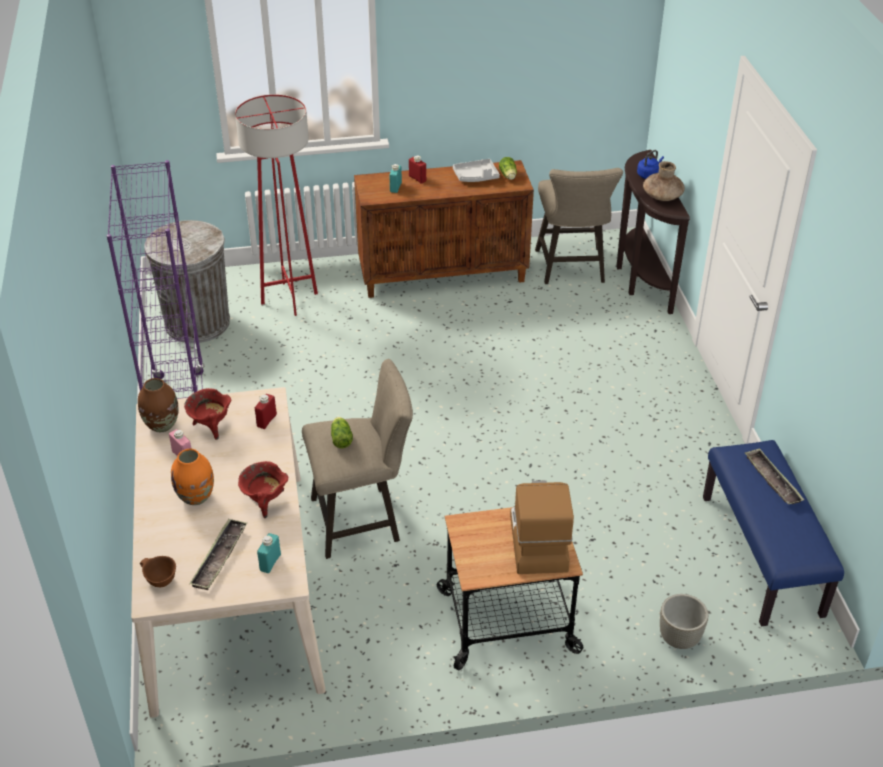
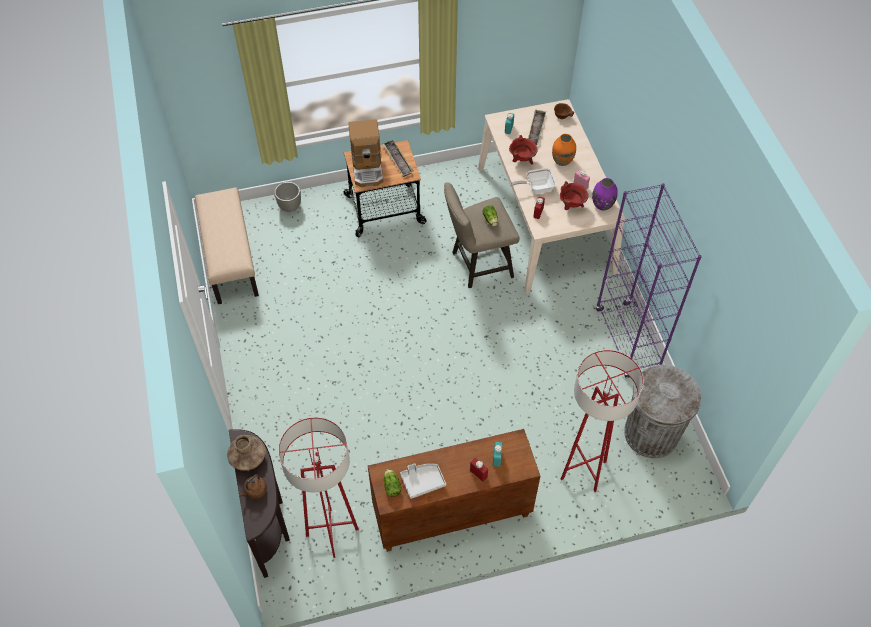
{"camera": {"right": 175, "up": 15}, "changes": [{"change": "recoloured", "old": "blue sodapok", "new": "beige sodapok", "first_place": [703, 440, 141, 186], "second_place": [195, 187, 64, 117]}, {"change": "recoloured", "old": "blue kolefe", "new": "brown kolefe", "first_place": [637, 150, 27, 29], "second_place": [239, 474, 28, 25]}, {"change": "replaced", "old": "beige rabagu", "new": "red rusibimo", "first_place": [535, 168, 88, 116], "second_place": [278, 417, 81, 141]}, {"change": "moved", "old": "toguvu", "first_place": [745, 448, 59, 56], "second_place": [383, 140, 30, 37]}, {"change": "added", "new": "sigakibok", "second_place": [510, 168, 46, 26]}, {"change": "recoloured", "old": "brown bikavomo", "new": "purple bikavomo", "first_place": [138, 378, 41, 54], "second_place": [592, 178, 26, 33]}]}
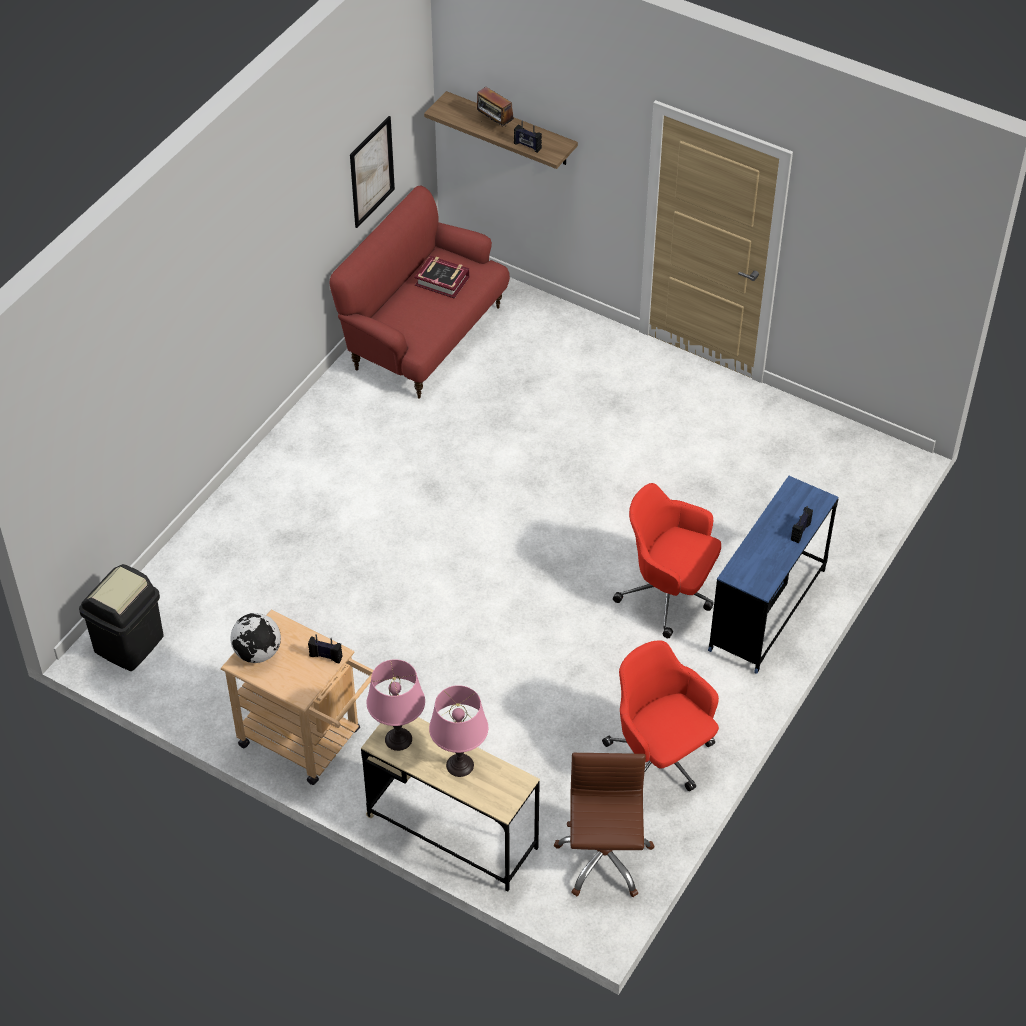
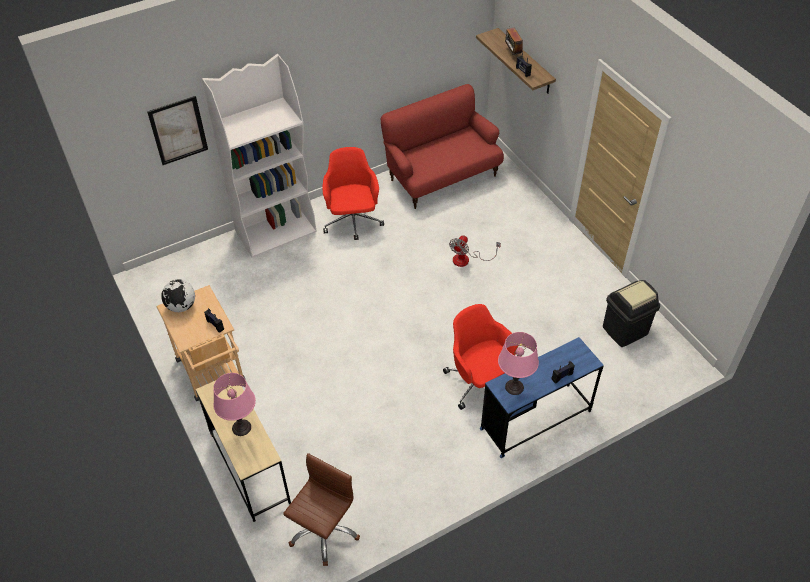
{"camera": {"right": 30, "up": 0}, "changes": [{"change": "moved", "old": "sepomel", "first_place": [350, 116, 45, 112], "second_place": [147, 96, 61, 69]}, {"change": "added", "new": "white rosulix", "second_place": [202, 54, 115, 204]}, {"change": "moved", "old": "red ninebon", "first_place": [602, 640, 117, 151], "second_place": [323, 147, 61, 93]}, {"change": "added", "new": "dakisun", "second_place": [449, 235, 52, 32]}, {"change": "moved", "old": "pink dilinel", "first_place": [367, 659, 58, 92], "second_place": [498, 332, 41, 63]}, {"change": "moved", "old": "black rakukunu", "first_place": [79, 564, 85, 107], "second_place": [603, 280, 57, 67]}, {"change": "removed", "old": "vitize", "first_place": [414, 256, 56, 43]}]}
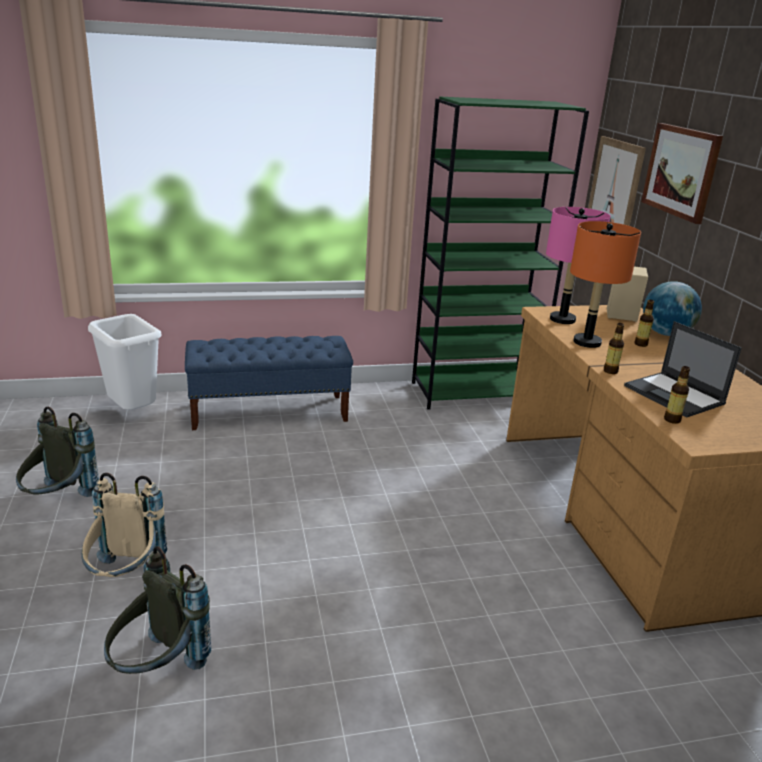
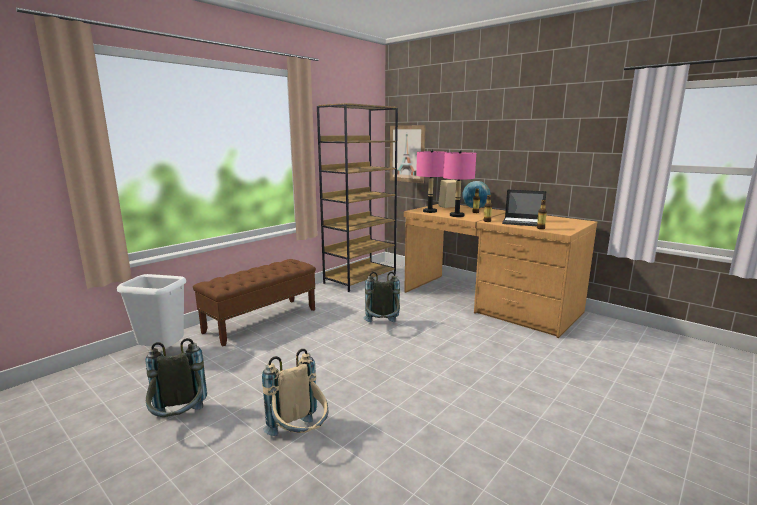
{"camera": {"right": -35, "up": -10}, "changes": [{"change": "recoloured", "old": "blue sodapok", "new": "brown sodapok", "first_place": [185, 336, 168, 94], "second_place": [193, 259, 123, 87]}, {"change": "recoloured", "old": "green rosulix", "new": "brown rosulix", "first_place": [412, 97, 177, 313], "second_place": [317, 103, 81, 189]}, {"change": "moved", "old": "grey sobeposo", "first_place": [104, 546, 107, 128], "second_place": [364, 272, 36, 50]}, {"change": "recoloured", "old": "orange dilinel", "new": "pink dilinel", "first_place": [570, 221, 71, 127], "second_place": [443, 150, 33, 67]}, {"change": "removed", "old": "sepomel", "first_place": [641, 123, 82, 101]}]}
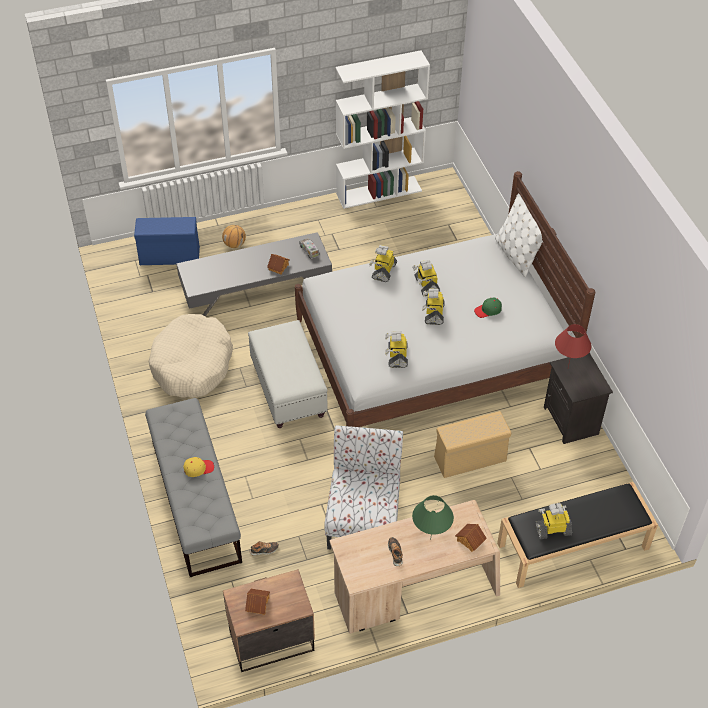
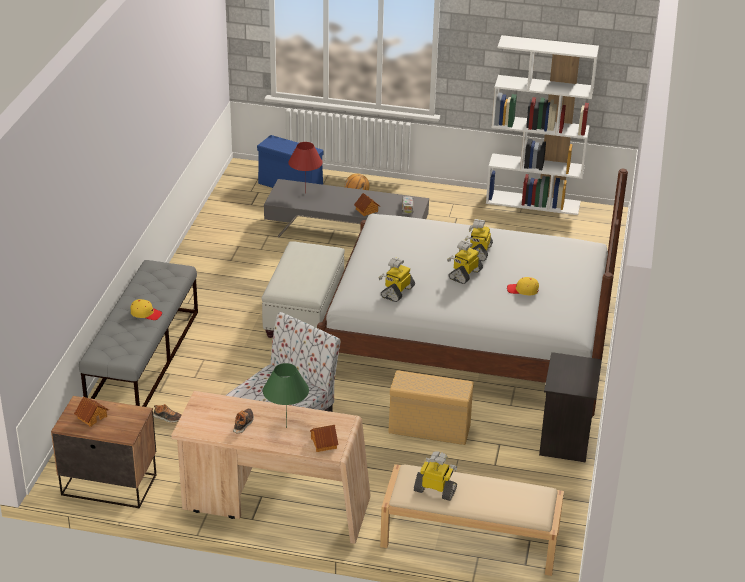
{"camera": {"right": 30, "up": -15}, "changes": [{"change": "moved", "old": "red dilinel", "first_place": [555, 324, 36, 43], "second_place": [288, 142, 35, 49]}, {"change": "recoloured", "old": "black sodapok", "new": "beige sodapok", "first_place": [497, 482, 161, 106], "second_place": [380, 464, 184, 112]}, {"change": "recoloured", "old": "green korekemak", "new": "yellow korekemak", "first_place": [474, 298, 28, 20], "second_place": [507, 277, 32, 18]}, {"change": "removed", "old": "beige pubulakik", "first_place": [149, 314, 84, 84]}, {"change": "removed", "old": "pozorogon", "first_place": [369, 245, 28, 37]}, {"change": "removed", "old": "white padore", "first_place": [495, 193, 48, 84]}]}
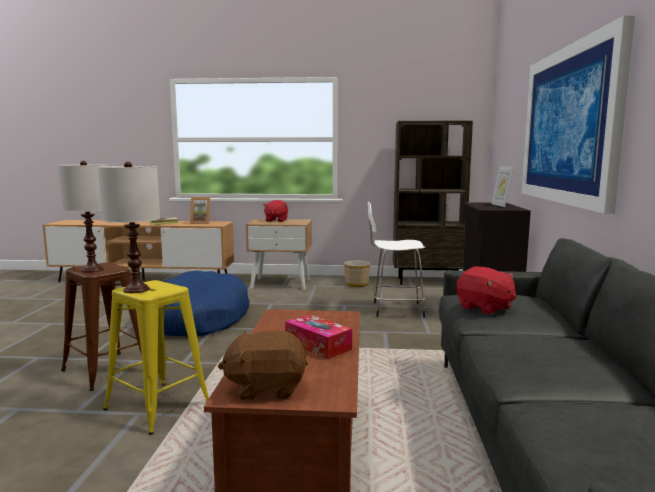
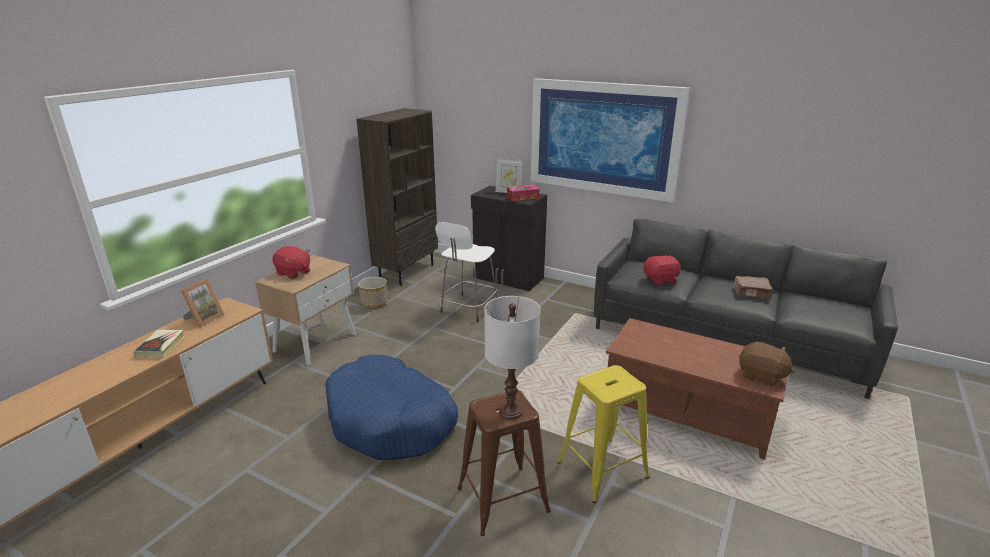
{"camera": {"right": -65, "up": 15}, "changes": [{"change": "moved", "old": "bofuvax", "first_place": [285, 314, 67, 45], "second_place": [507, 185, 32, 16]}, {"change": "added", "new": "brown vitize", "second_place": [734, 276, 39, 23]}, {"change": "turned", "old": "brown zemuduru", "first_place": [218, 331, 90, 70], "second_place": [739, 341, 56, 46], "degrees": -75}, {"change": "removed", "old": "white dilinel", "first_place": [98, 162, 62, 131]}]}
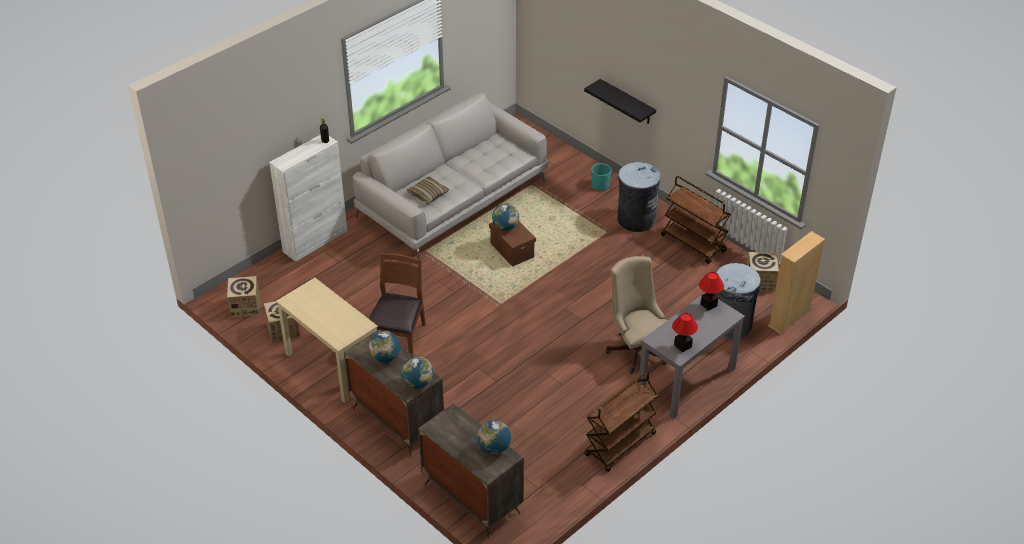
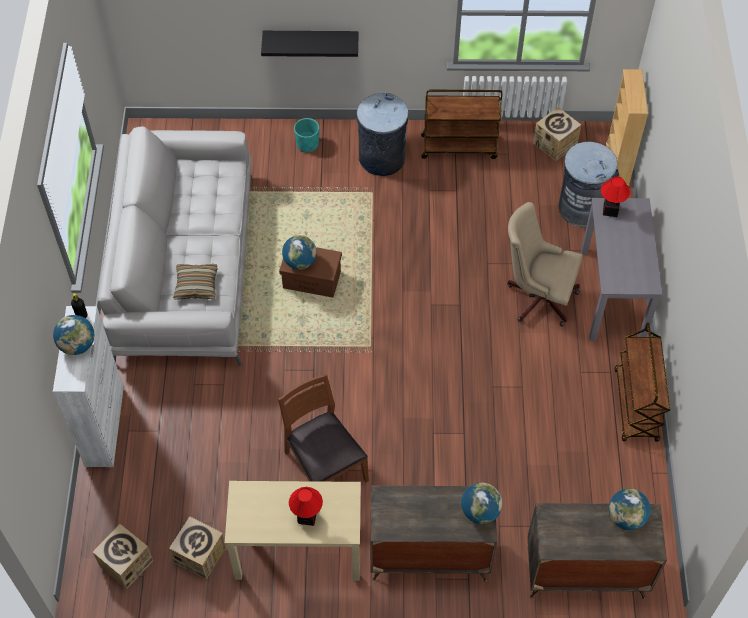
{"camera": {"right": -45, "up": 15}, "changes": [{"change": "moved", "old": "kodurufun", "first_place": [369, 331, 32, 31], "second_place": [53, 315, 41, 40]}, {"change": "moved", "old": "dilinel", "first_place": [672, 313, 26, 39], "second_place": [289, 487, 34, 39]}]}
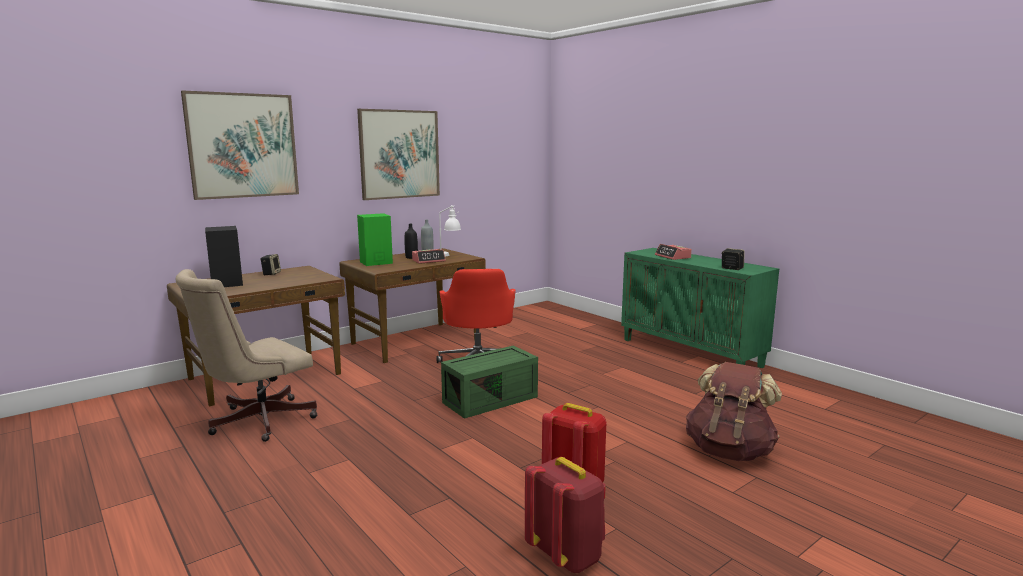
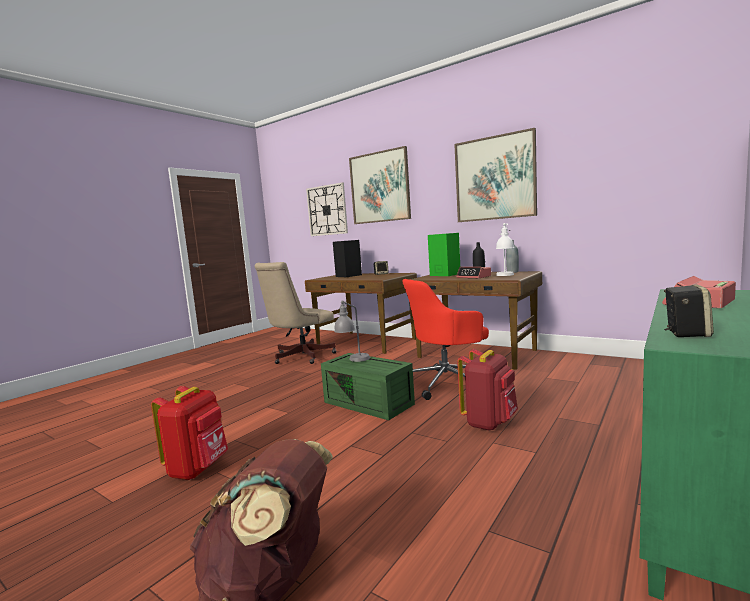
{"camera": {"right": 75, "up": -5}, "changes": [{"change": "turned", "old": "beige ninebon", "first_place": [175, 269, 142, 173], "second_place": [255, 262, 82, 102], "degrees": -75}, {"change": "added", "new": "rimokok", "second_place": [306, 182, 42, 54]}, {"change": "added", "new": "grey dilinel", "second_place": [334, 300, 36, 62]}, {"change": "moved", "old": "red sobeposo", "first_place": [525, 457, 80, 116], "second_place": [457, 349, 61, 82]}]}
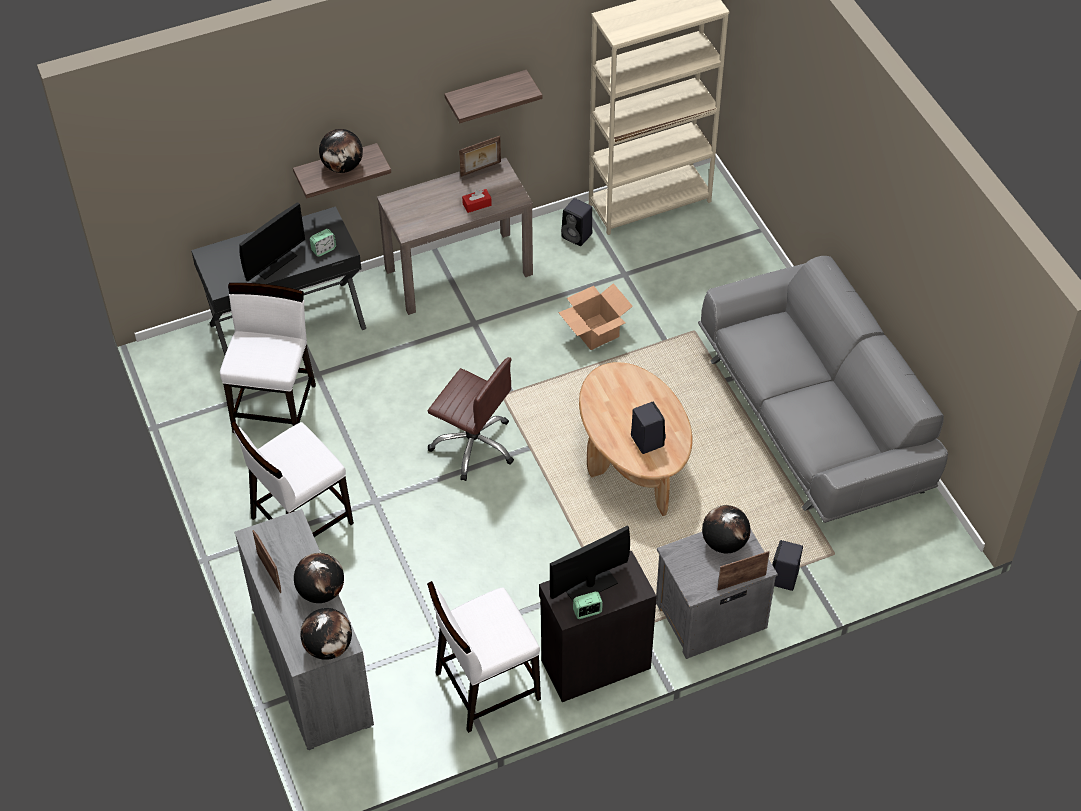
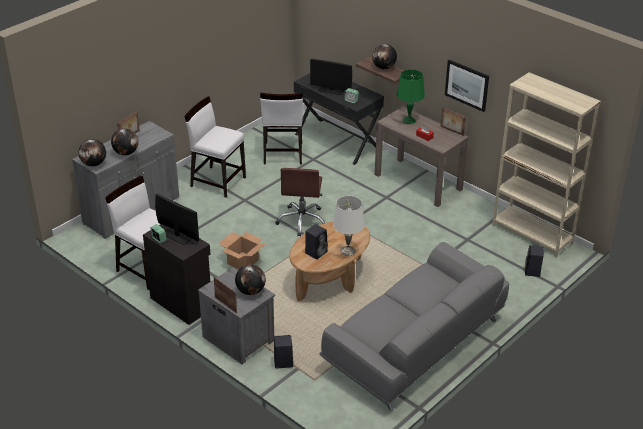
{"camera": {"right": 65, "up": -15}, "changes": [{"change": "moved", "old": "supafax", "first_place": [558, 283, 75, 67], "second_place": [218, 232, 47, 37]}, {"change": "turned", "old": "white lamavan", "first_place": [220, 283, 96, 150], "second_place": [260, 93, 43, 72], "degrees": 105}, {"change": "added", "new": "white dilinel", "second_place": [333, 196, 32, 60]}, {"change": "added", "new": "green dilinel", "second_place": [397, 70, 28, 54]}, {"change": "replaced", "old": "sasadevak", "new": "sepomel", "first_place": [444, 70, 98, 53], "second_place": [445, 60, 44, 52]}, {"change": "moved", "old": "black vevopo", "first_place": [561, 198, 31, 48], "second_place": [525, 245, 19, 32]}]}
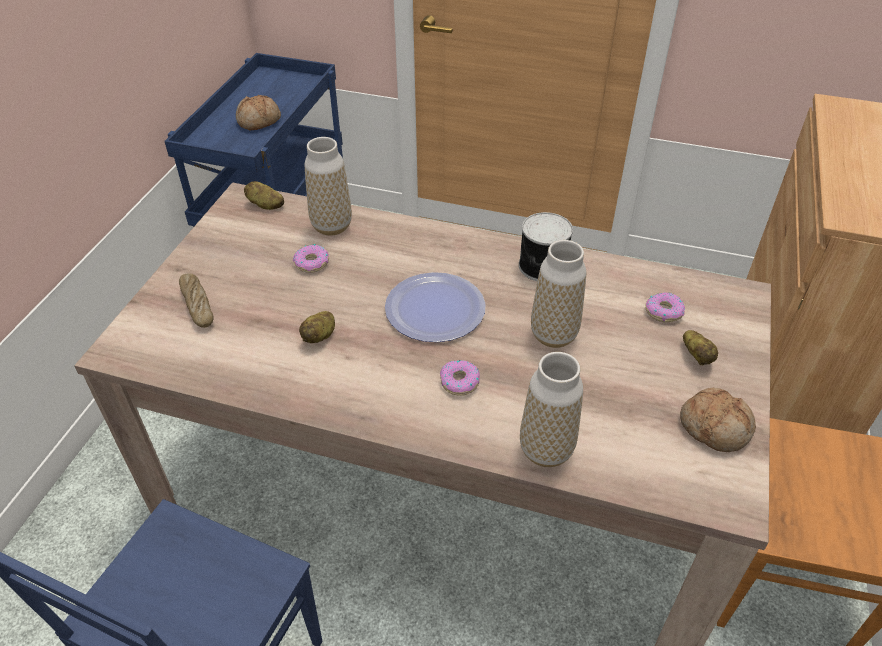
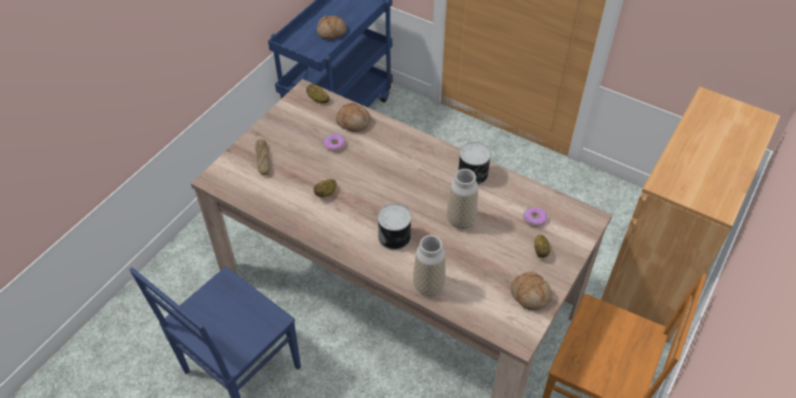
{"camera": {"right": 15, "up": 5}, "changes": [{"change": "replaced", "old": "bikavomo", "new": "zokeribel", "first_place": [304, 137, 48, 99], "second_place": [336, 103, 35, 29]}, {"change": "replaced", "old": "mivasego", "new": "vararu", "first_place": [440, 360, 40, 36], "second_place": [378, 204, 33, 46]}, {"change": "removed", "old": "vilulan", "first_place": [385, 272, 101, 70]}]}
